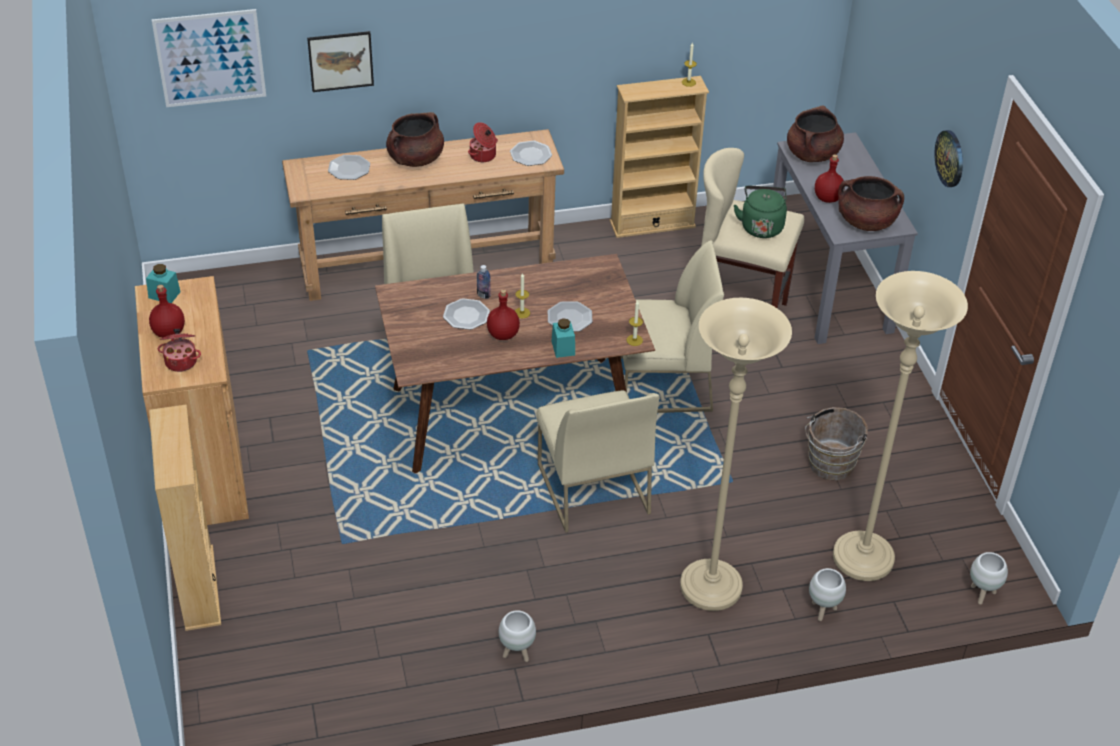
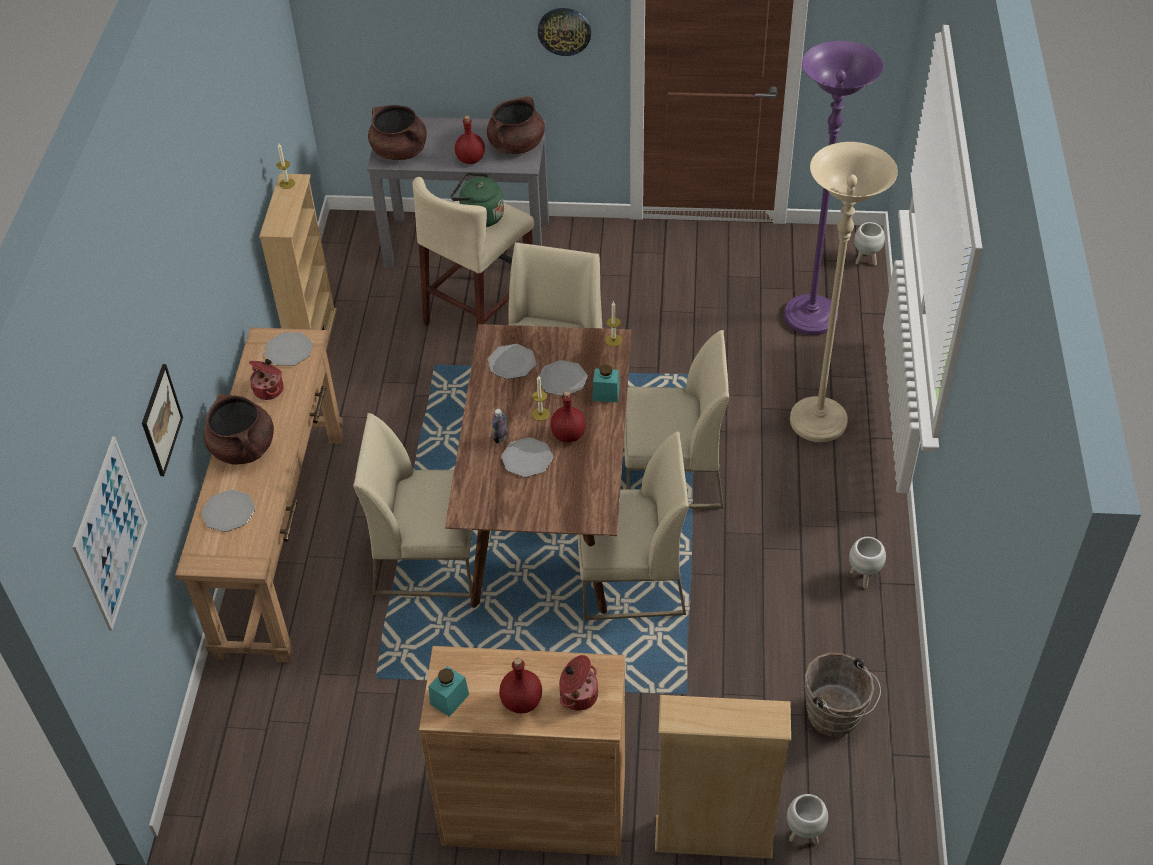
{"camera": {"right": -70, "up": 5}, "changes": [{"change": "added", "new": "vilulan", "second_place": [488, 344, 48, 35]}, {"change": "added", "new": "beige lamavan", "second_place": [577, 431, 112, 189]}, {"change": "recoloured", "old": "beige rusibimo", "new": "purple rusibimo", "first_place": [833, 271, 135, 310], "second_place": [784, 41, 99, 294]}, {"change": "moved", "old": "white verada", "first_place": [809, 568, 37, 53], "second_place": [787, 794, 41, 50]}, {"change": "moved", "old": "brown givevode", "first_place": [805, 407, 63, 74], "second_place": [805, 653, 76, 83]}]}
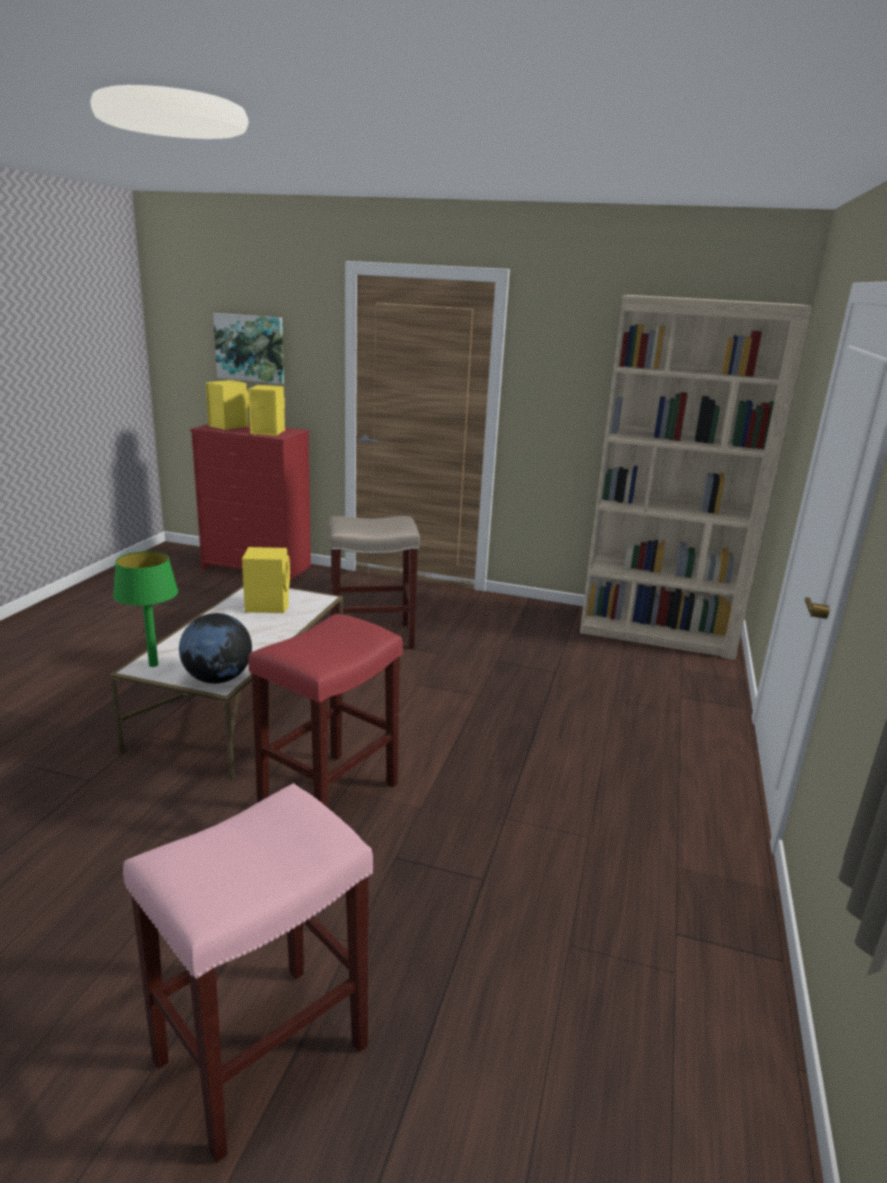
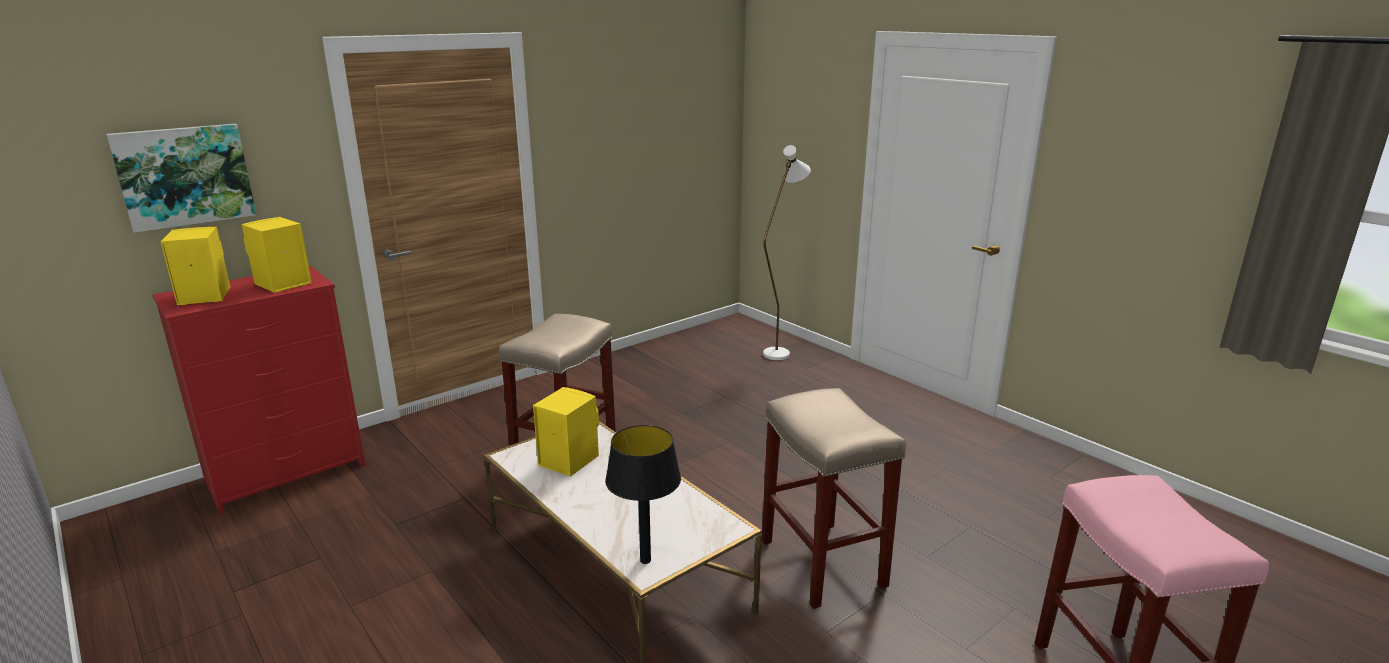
{"camera": {"right": -55, "up": 0}, "changes": [{"change": "recoloured", "old": "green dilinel", "new": "black dilinel", "first_place": [113, 551, 65, 116], "second_place": [605, 425, 76, 139]}, {"change": "recoloured", "old": "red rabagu", "new": "beige rabagu", "first_place": [248, 614, 155, 194], "second_place": [762, 388, 144, 221]}, {"change": "added", "new": "white rusibimo", "second_place": [763, 145, 48, 215]}, {"change": "removed", "old": "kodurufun", "first_place": [179, 613, 73, 71]}, {"change": "removed", "old": "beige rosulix", "first_place": [580, 295, 232, 365]}]}
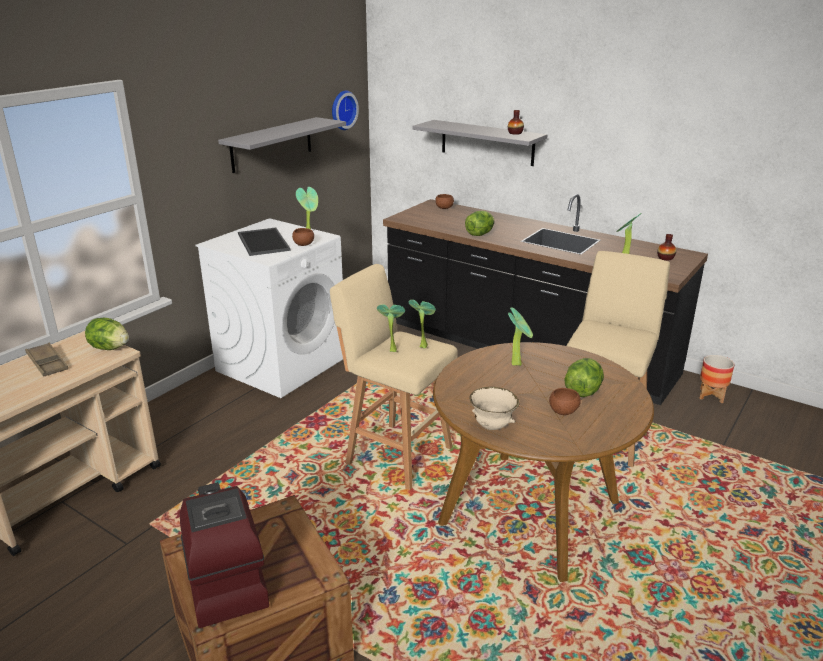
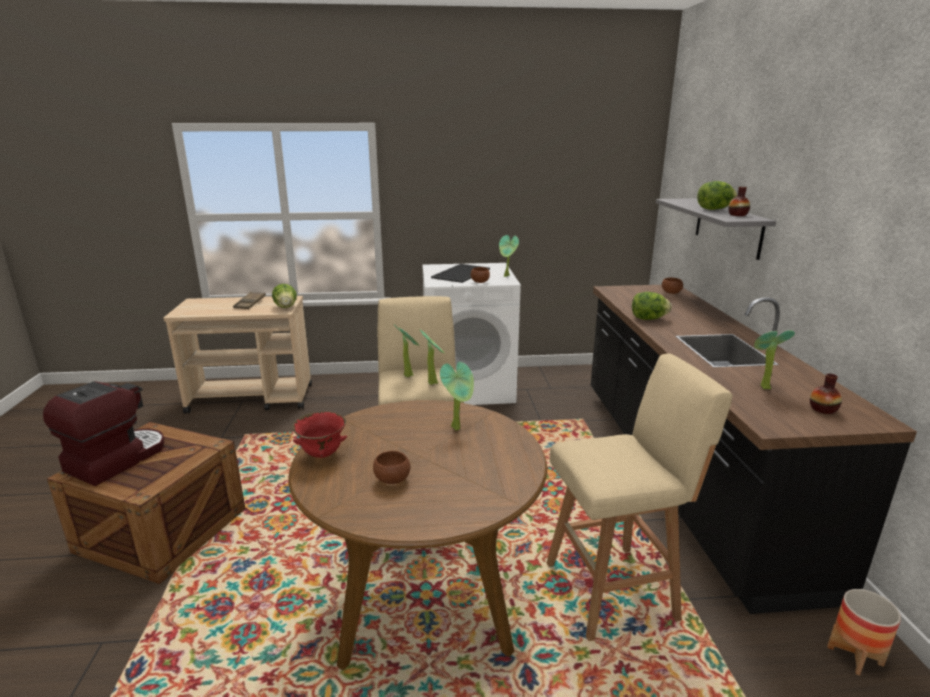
{"camera": {"right": 50, "up": -5}, "changes": [{"change": "recoloured", "old": "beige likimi", "new": "red likimi", "first_place": [470, 387, 49, 43], "second_place": [292, 411, 55, 47]}, {"change": "moved", "old": "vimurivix", "first_place": [564, 358, 40, 39], "second_place": [697, 181, 40, 29]}, {"change": "removed", "old": "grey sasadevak", "first_place": [218, 117, 128, 56]}, {"change": "removed", "old": "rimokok", "first_place": [332, 91, 27, 39]}]}
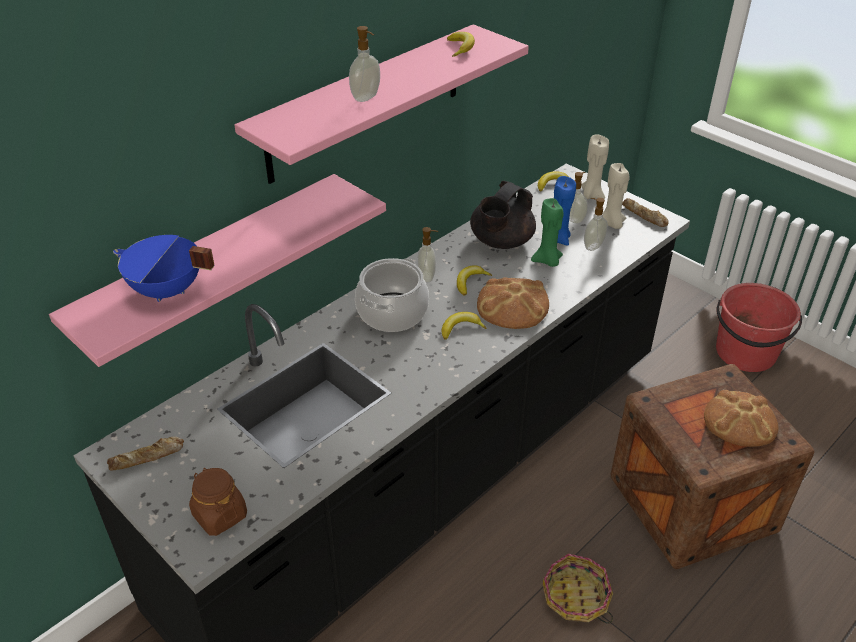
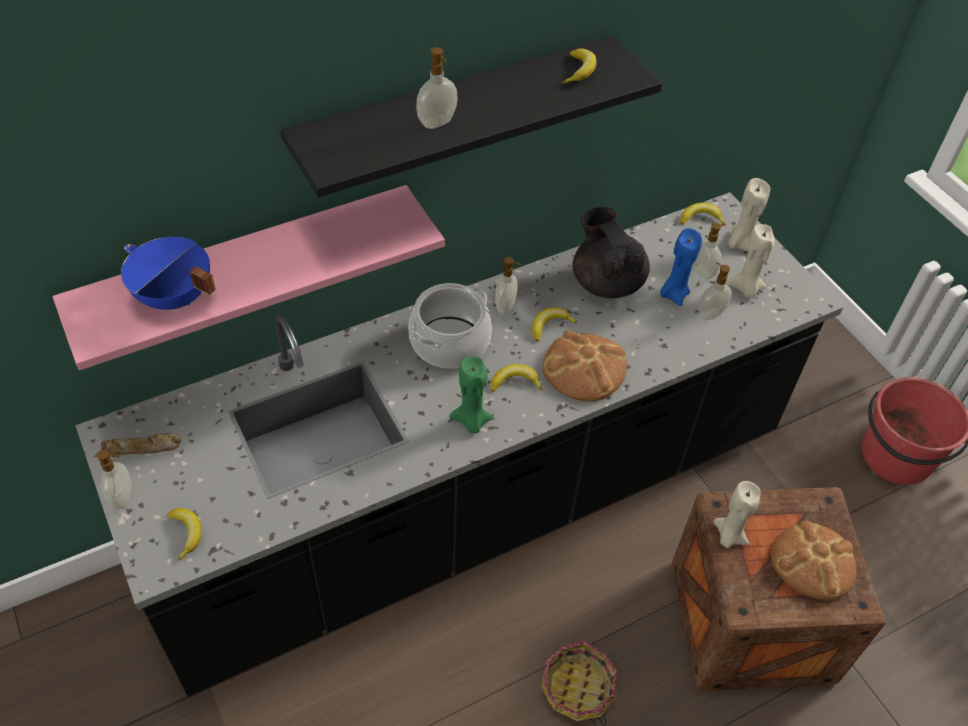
{"camera": {"right": 15, "up": 10}, "changes": [{"change": "added", "new": "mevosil", "second_place": [97, 450, 35, 59]}, {"change": "replaced", "old": "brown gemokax", "new": "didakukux", "first_place": [189, 468, 58, 68], "second_place": [167, 508, 35, 53]}, {"change": "recoloured", "old": "pink sasadevak", "new": "black sasadevak", "first_place": [234, 24, 295, 160], "second_place": [280, 36, 382, 161]}, {"change": "moved", "old": "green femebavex", "first_place": [531, 198, 33, 69], "second_place": [449, 356, 44, 77]}, {"change": "turned", "old": "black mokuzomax", "first_place": [470, 181, 66, 68], "second_place": [573, 207, 77, 91], "degrees": 105}, {"change": "added", "new": "beige femebavex", "second_place": [713, 481, 48, 67]}, {"change": "removed", "old": "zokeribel", "first_place": [622, 198, 47, 29]}]}
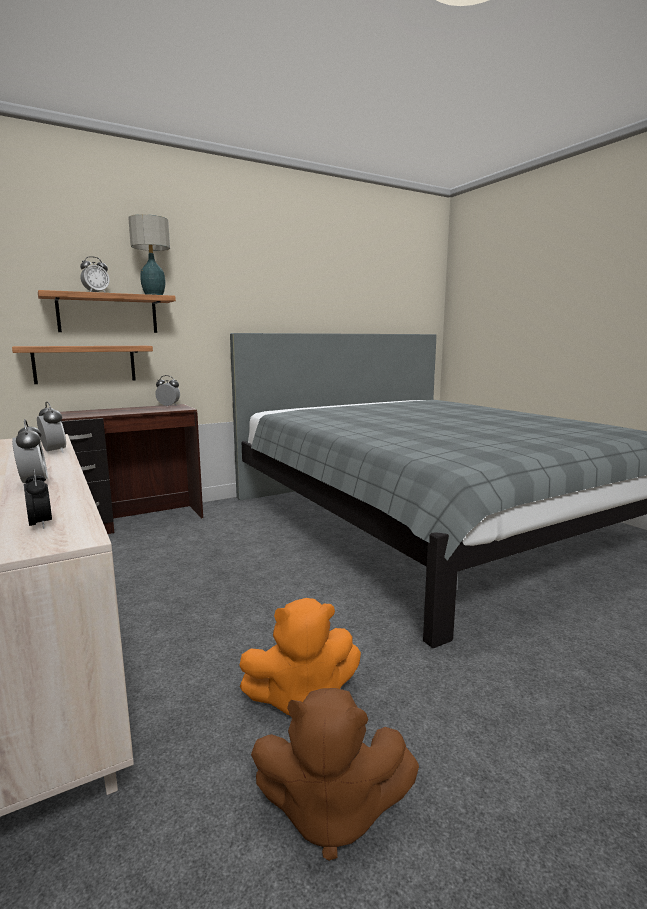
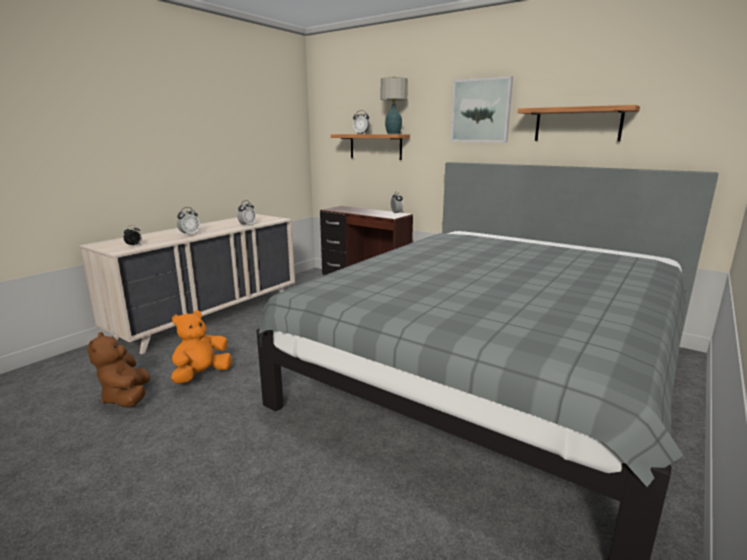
{"camera": {"right": 65, "up": 5}, "changes": [{"change": "turned", "old": "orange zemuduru", "first_place": [239, 598, 122, 117], "second_place": [171, 310, 61, 74], "degrees": 75}, {"change": "added", "new": "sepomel", "second_place": [450, 76, 63, 66]}, {"change": "moved", "old": "sasadevak", "first_place": [12, 346, 141, 38], "second_place": [518, 105, 122, 36]}]}
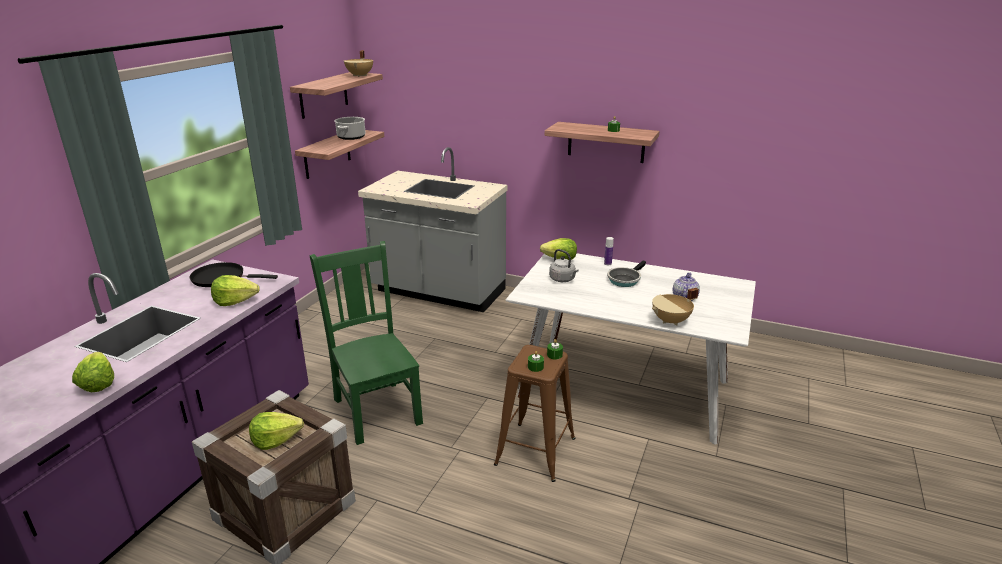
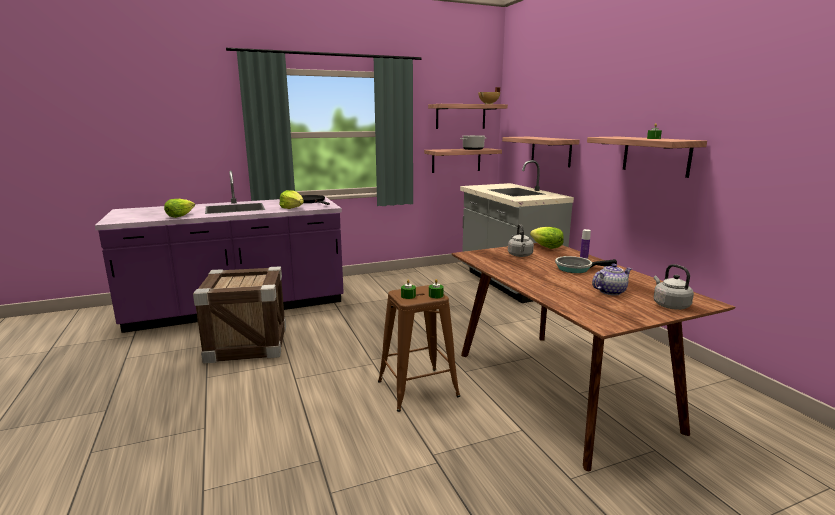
{"camera": {"right": 45, "up": -10}, "changes": [{"change": "recoloured", "old": "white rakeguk", "new": "brown rakeguk", "first_place": [506, 253, 250, 192], "second_place": [451, 243, 284, 228]}, {"change": "added", "new": "sasadevak", "second_place": [502, 137, 78, 30]}, {"change": "added", "new": "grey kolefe", "second_place": [654, 264, 40, 46]}, {"change": "removed", "old": "vimurivix", "first_place": [249, 412, 55, 38]}, {"change": "removed", "old": "green lamavan", "first_place": [309, 241, 114, 204]}, {"change": "removed", "old": "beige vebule", "first_place": [652, 288, 47, 38]}]}
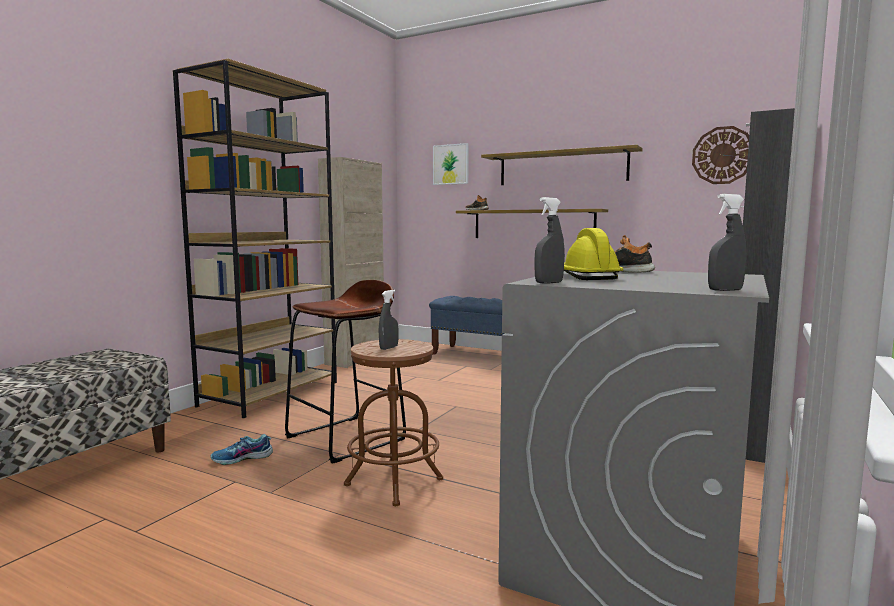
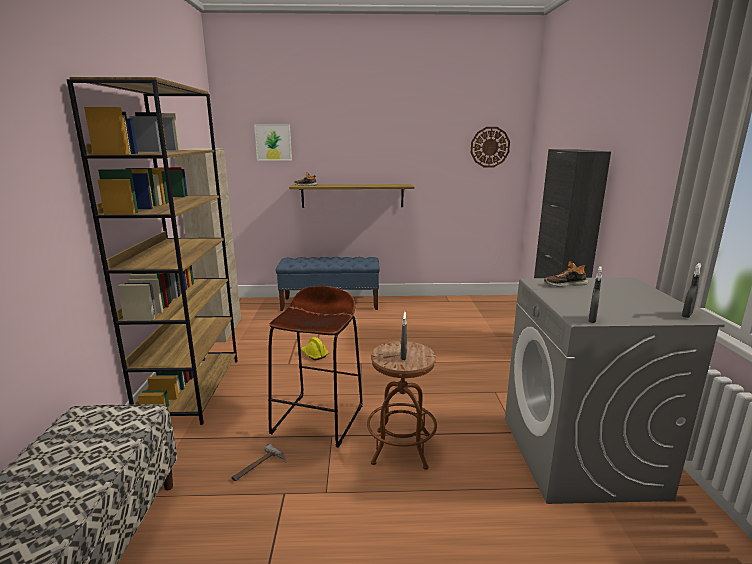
{"camera": {"right": -30, "up": 10}, "changes": [{"change": "replaced", "old": "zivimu", "new": "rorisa", "first_place": [210, 434, 63, 31], "second_place": [231, 444, 55, 37]}, {"change": "moved", "old": "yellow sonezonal", "first_place": [564, 228, 60, 52], "second_place": [301, 337, 28, 23]}, {"change": "removed", "old": "sasadevak", "first_place": [481, 145, 162, 40]}]}
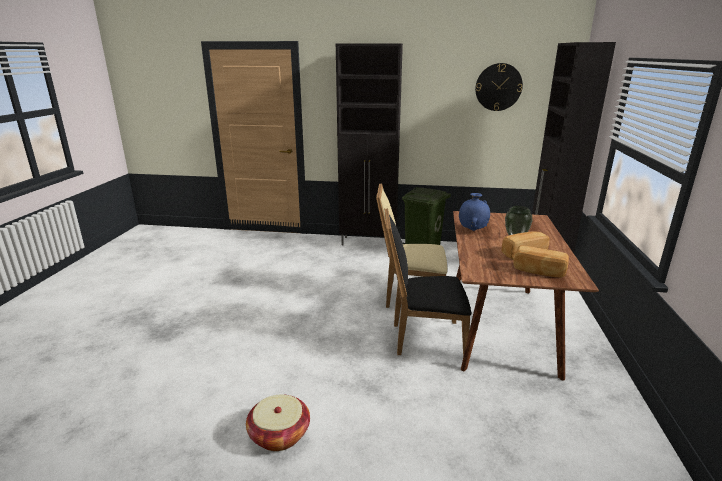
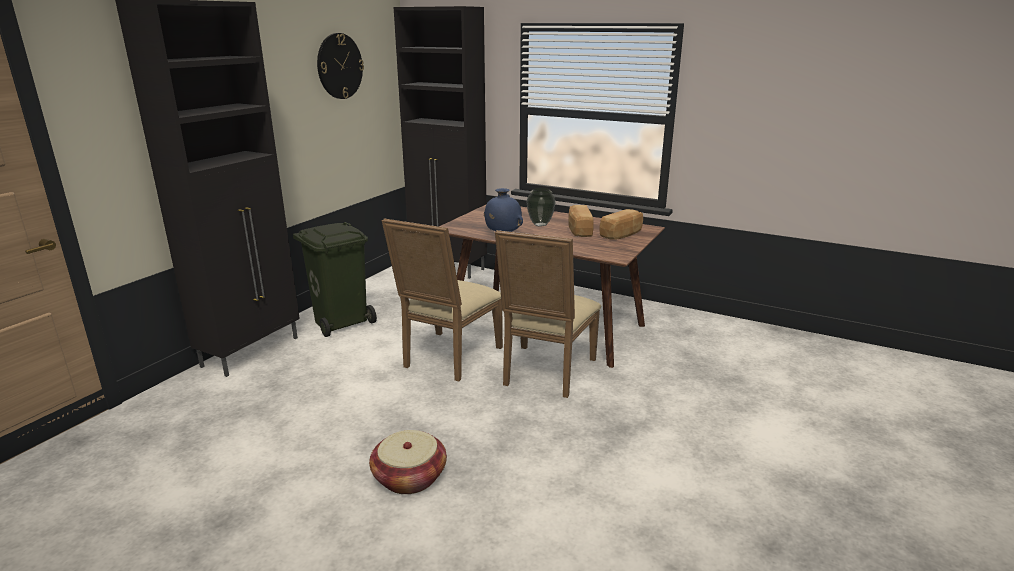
{"camera": {"right": -70, "up": 0}, "changes": [{"change": "moved", "old": "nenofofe", "first_place": [246, 394, 64, 57], "second_place": [369, 430, 78, 64]}, {"change": "recoloured", "old": "black lamavan", "new": "beige lamavan", "first_place": [384, 208, 87, 149], "second_place": [495, 230, 106, 168]}]}
